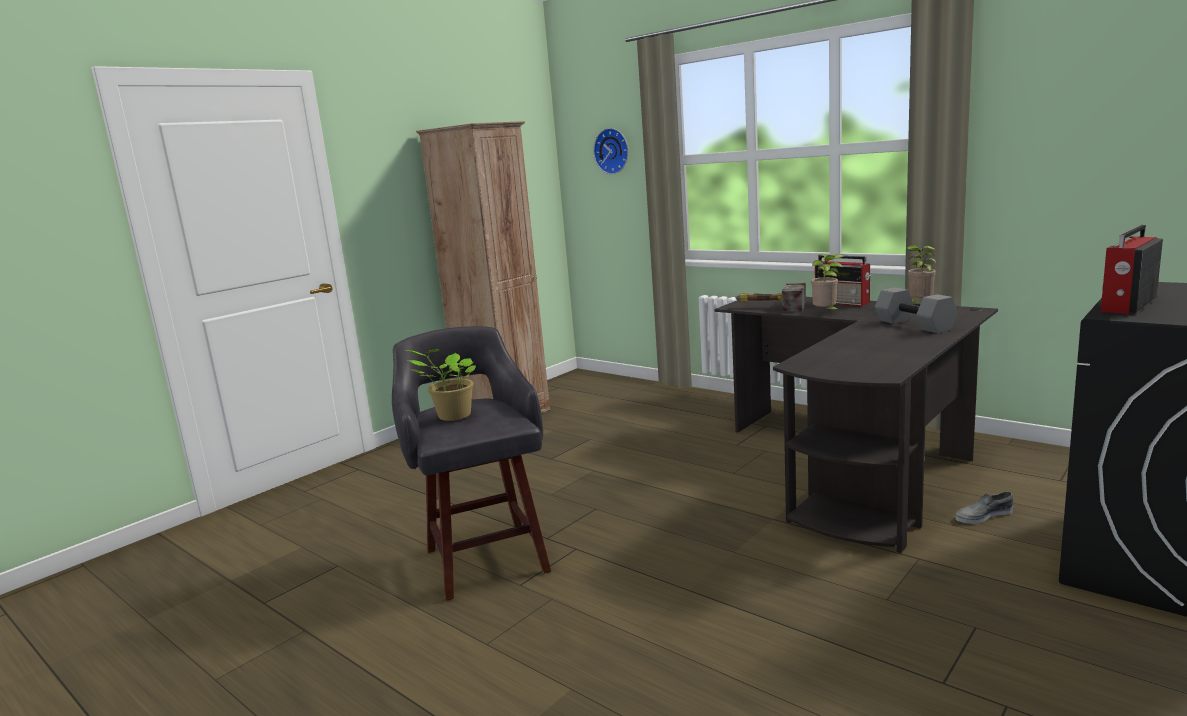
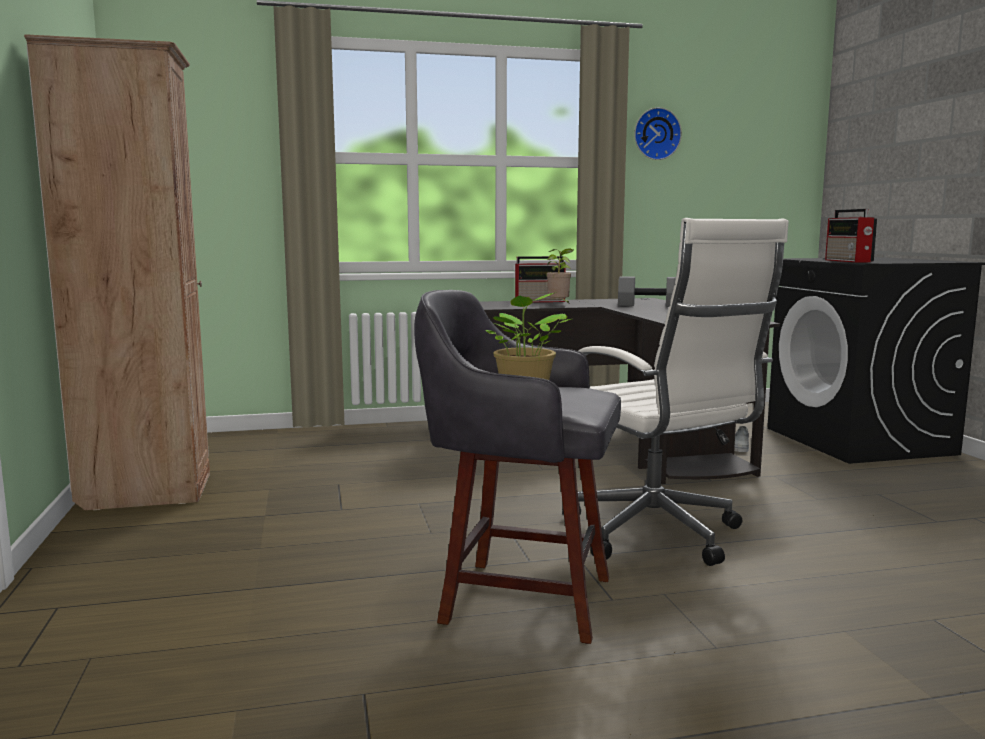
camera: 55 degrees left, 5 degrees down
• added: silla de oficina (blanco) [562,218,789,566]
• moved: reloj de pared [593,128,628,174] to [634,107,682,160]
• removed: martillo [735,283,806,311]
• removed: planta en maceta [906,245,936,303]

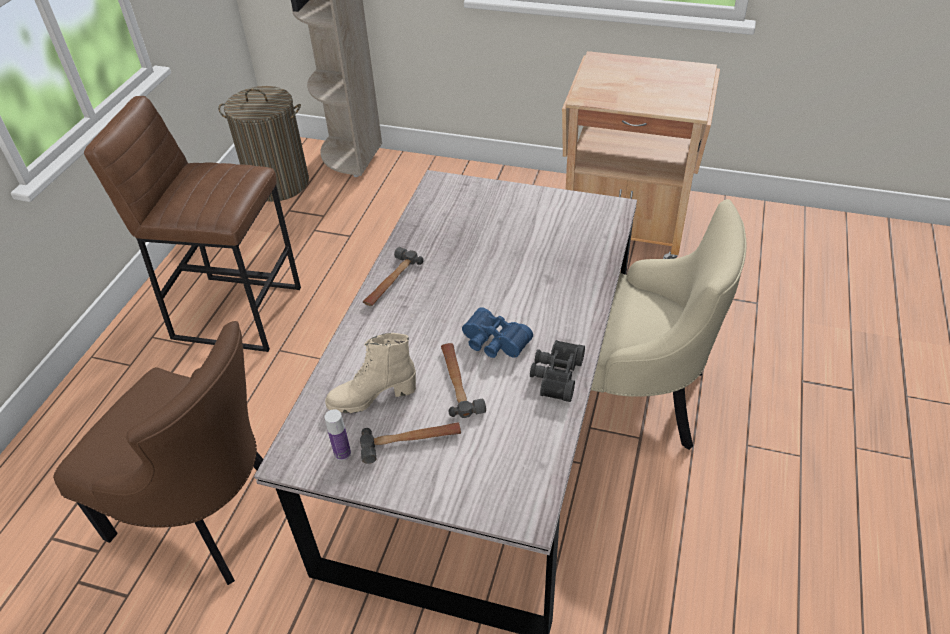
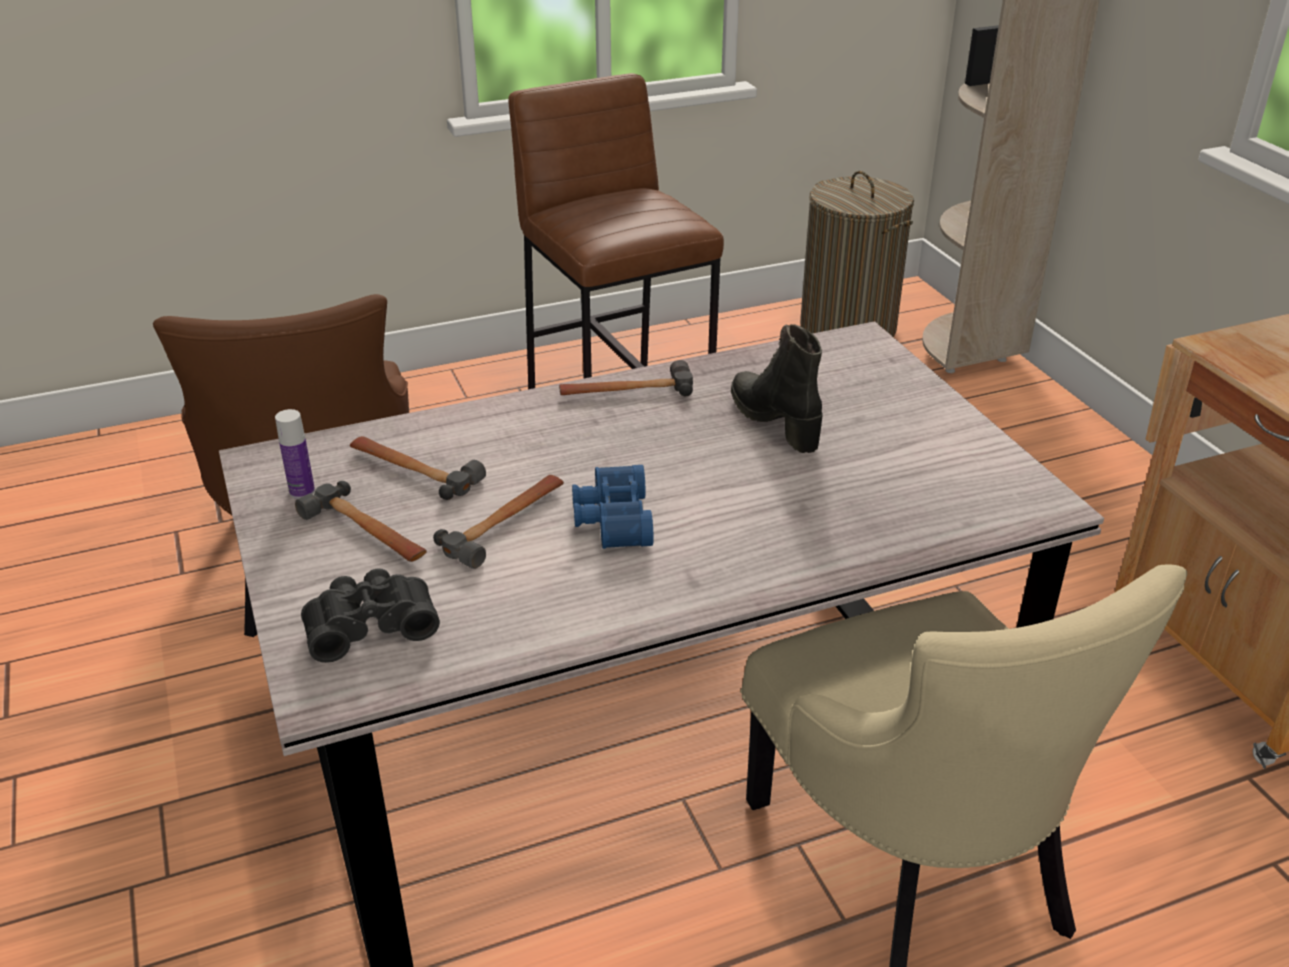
camera: 50 degrees right, 10 degrees down
• moved: prismáticos (negro) [530,340,585,402] to [301,568,440,663]
• replaced: bota (beis) [325,333,416,413] to martillo [350,436,486,500]
• added: bota (negro) [731,324,823,453]

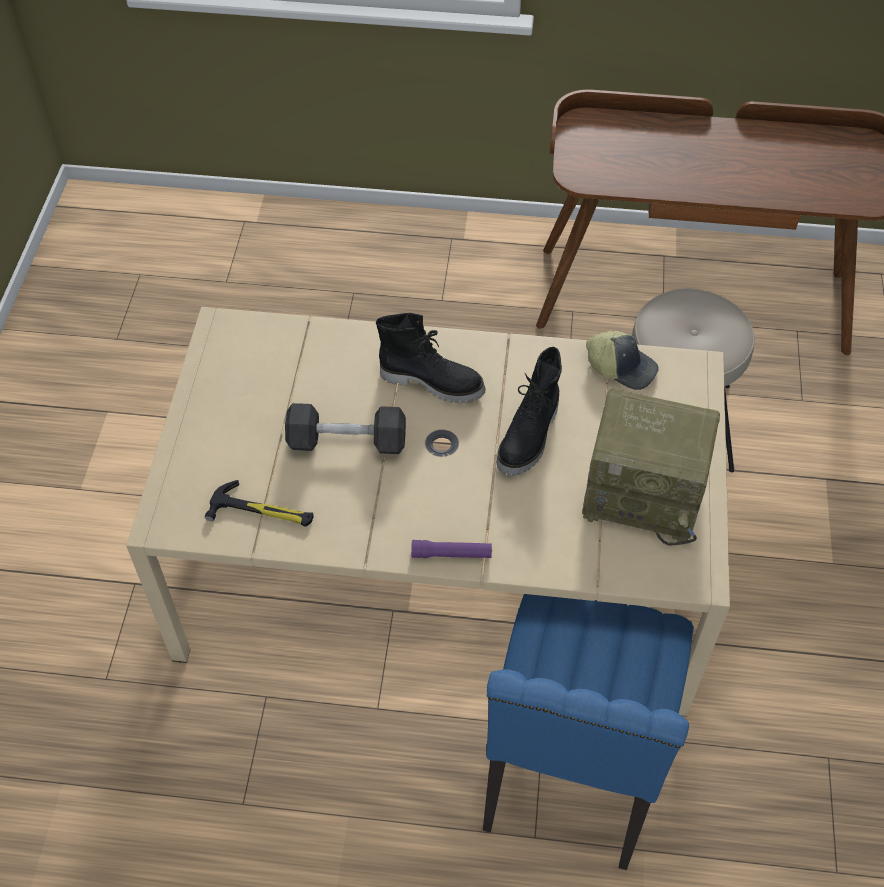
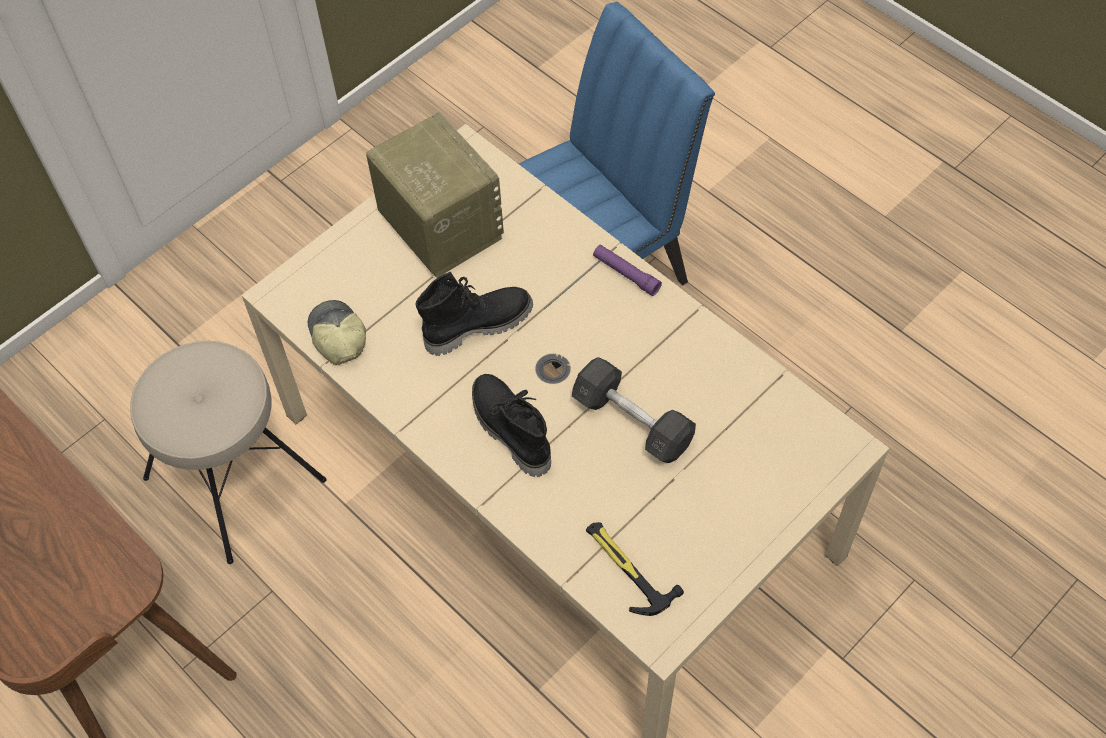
camera: 140 degrees left, 5 degrees up
• moved: martillo [205,480,314,527] to [586,522,684,616]

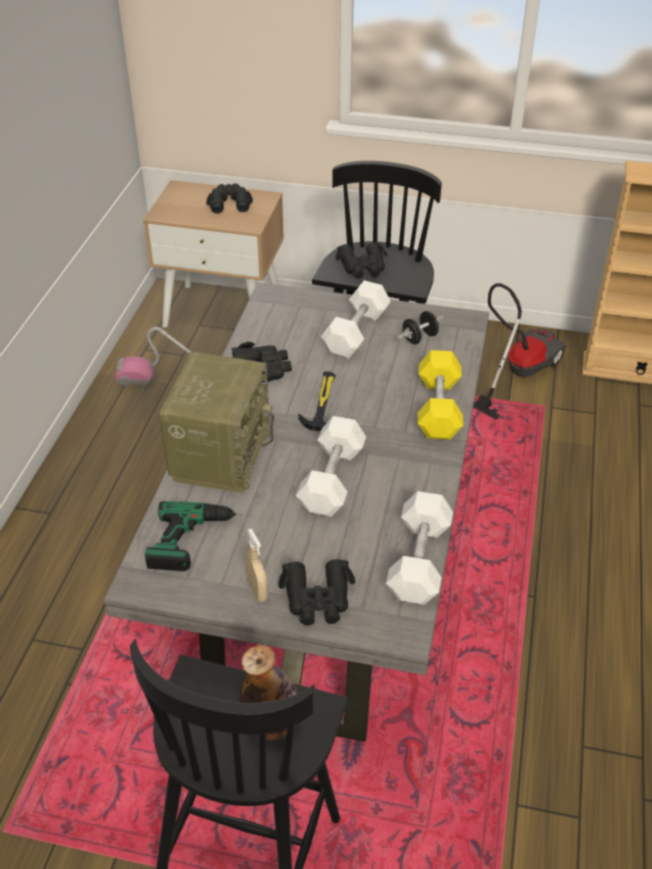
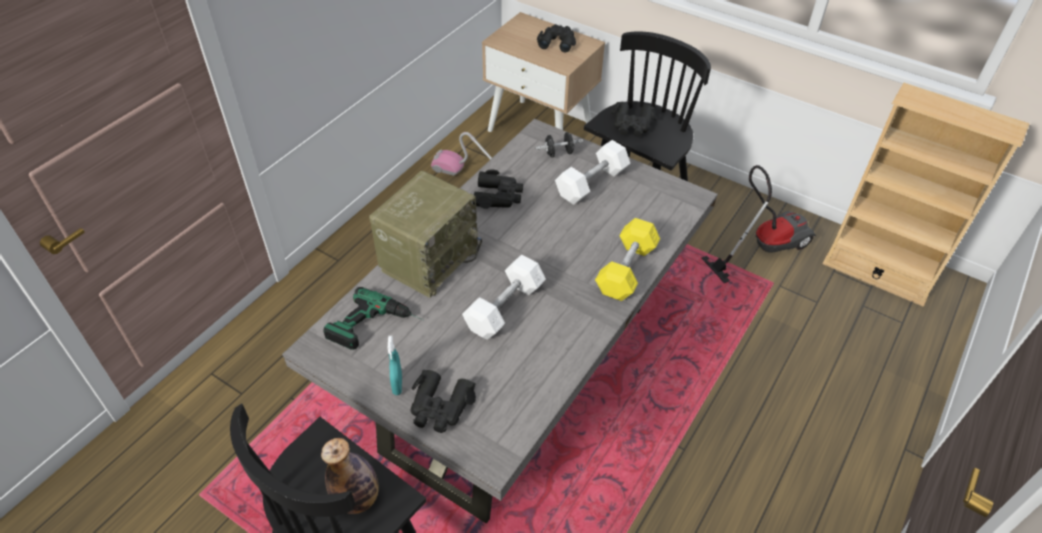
camera: 20 degrees right, 5 degrees up
• recoloured: pulverizador (beis) [245,529,268,602] to pulverizador (turquesa) [388,336,402,395]
• moved: mancuerna (negro) [397,311,443,344] to [536,132,583,157]
• removed: martillo [298,371,336,432]
• removed: mancuerna (blanco) [386,491,453,605]

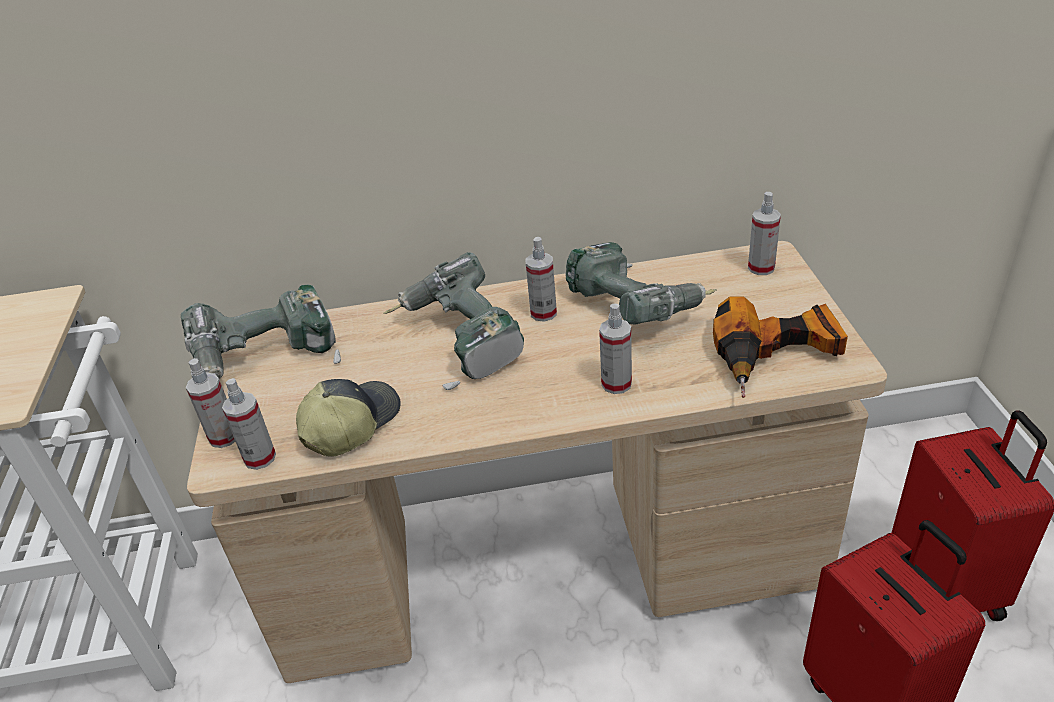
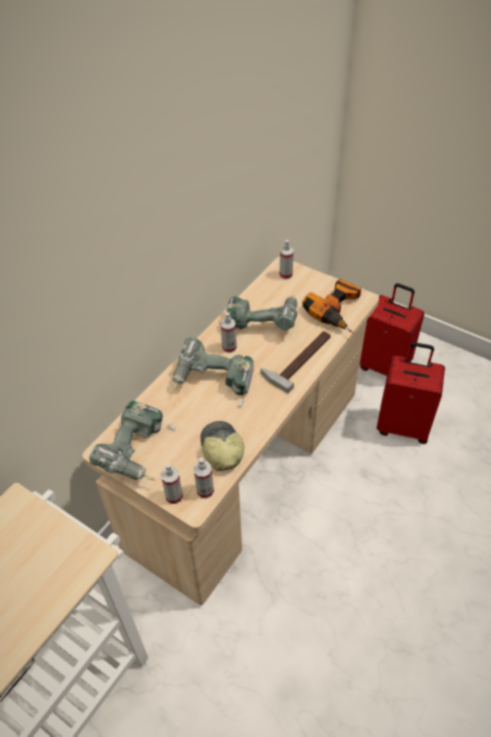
camera: 50 degrees left, 10 degrees up
• replaced: pulverizador [599,304,632,394] to martillo [261,331,331,393]

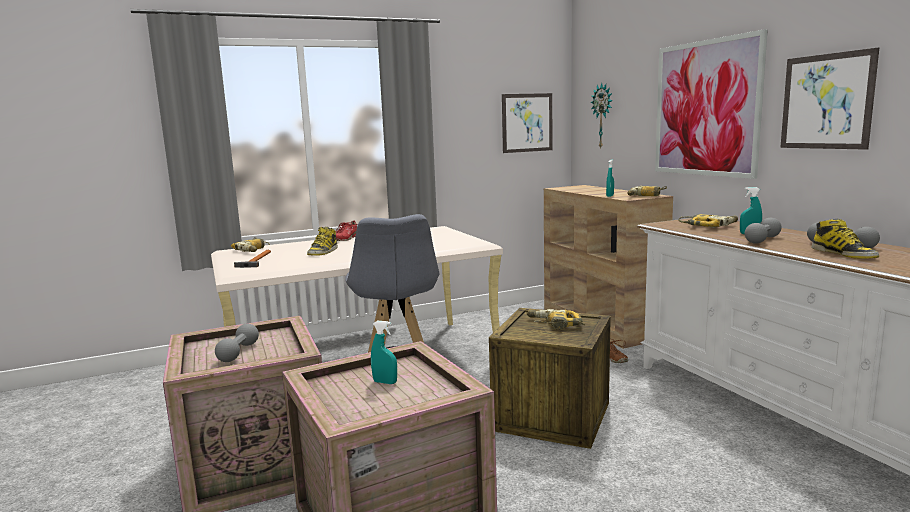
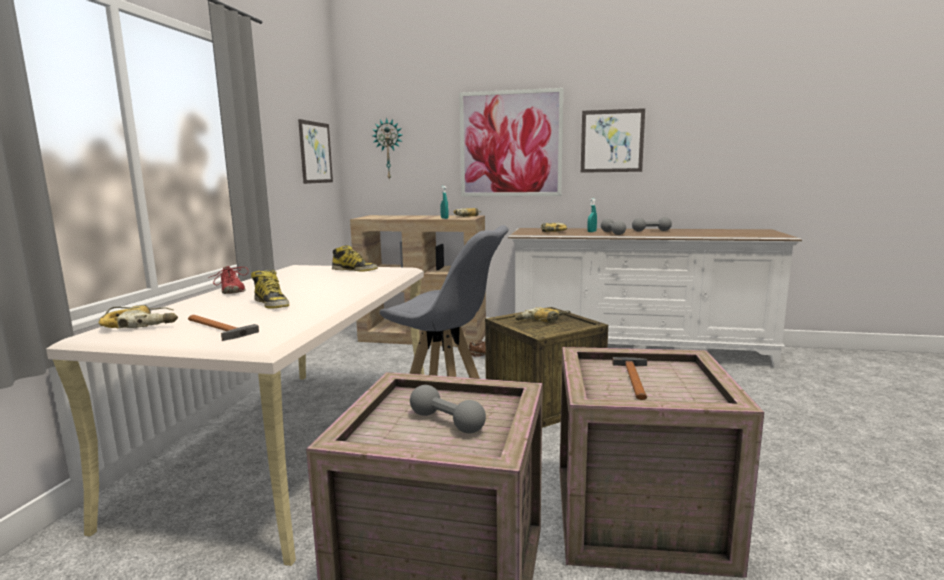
camera: 55 degrees left, 0 degrees up
• moved: bota [811,219,879,259] to [332,245,378,272]
• replaced: pulverizador (turquesa) [371,321,397,384] to martillo [612,357,647,400]

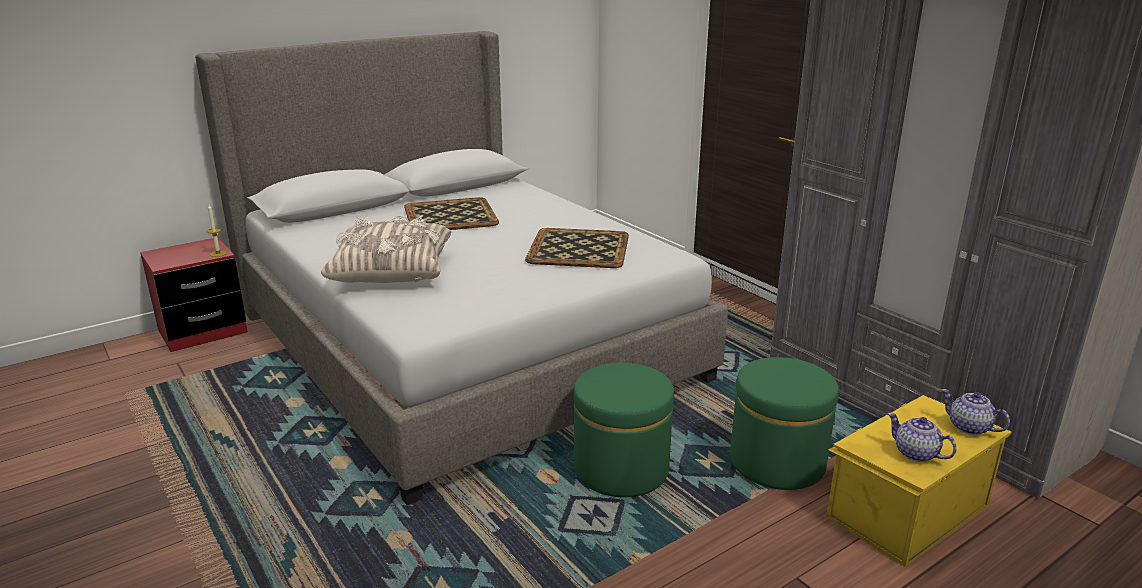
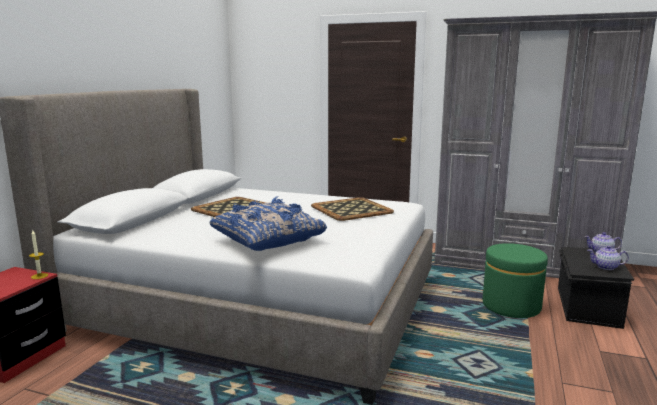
camera: 35 degrees left, 10 degrees down
• recoloured: cojín (beis) [321,215,451,283] to cojín (azul) [210,196,327,251]
• recoloured: caja de almacenaje (amarillo) [826,395,1011,567] to caja de almacenaje (negro) [558,247,634,329]
• removed: puf (verde) [573,363,674,497]

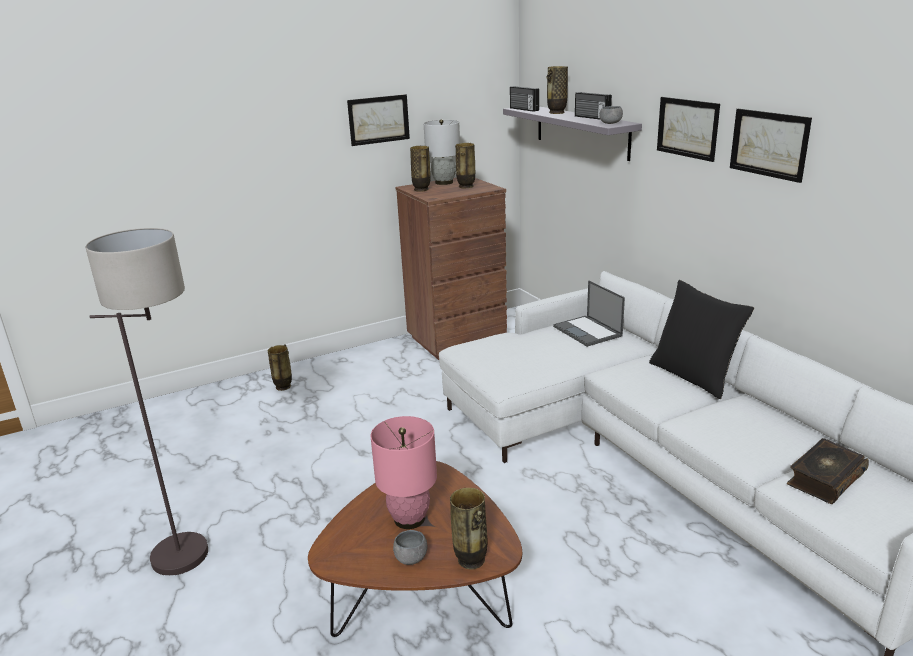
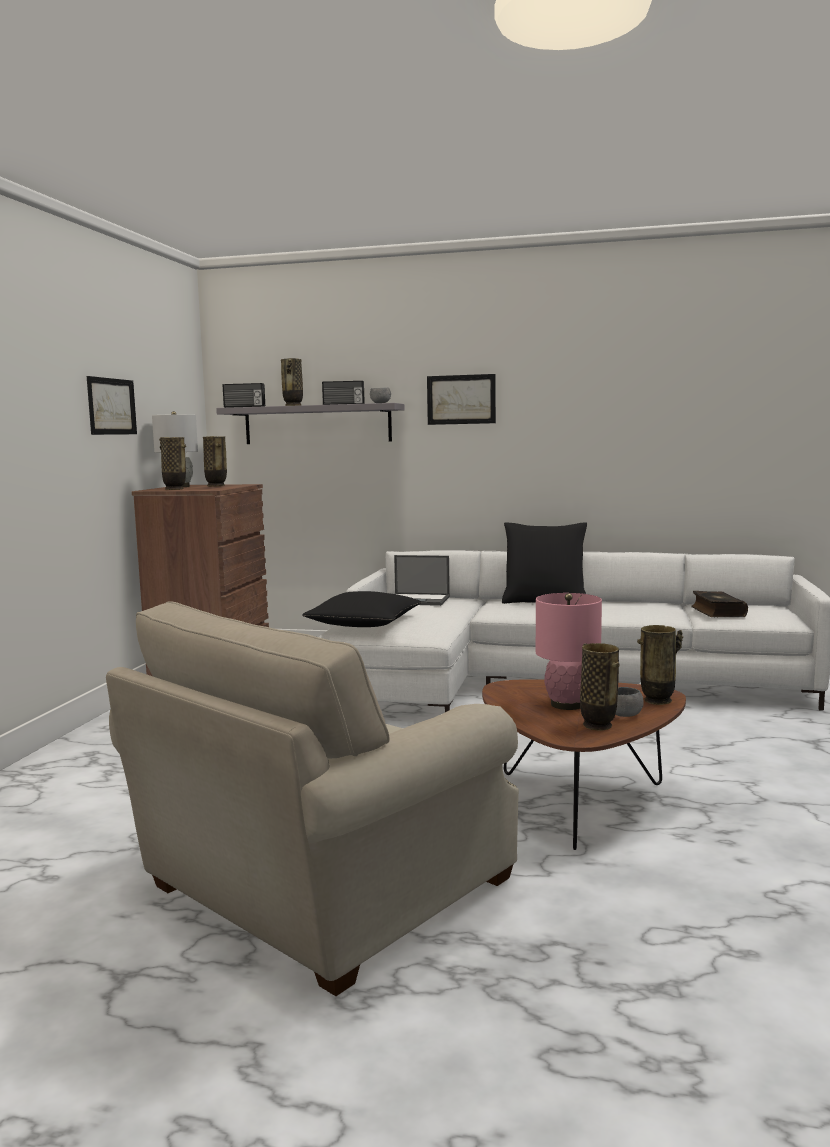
camera: 50 degrees left, 15 degrees down
• replaced: lámpara de pie (gris) [86,228,208,575] to sillón (beis) [106,601,519,996]
• added: cojín (negro) [302,591,422,627]
• moved: florero [268,344,292,391] to [580,643,619,731]
• removed: cuadro [730,109,812,183]

